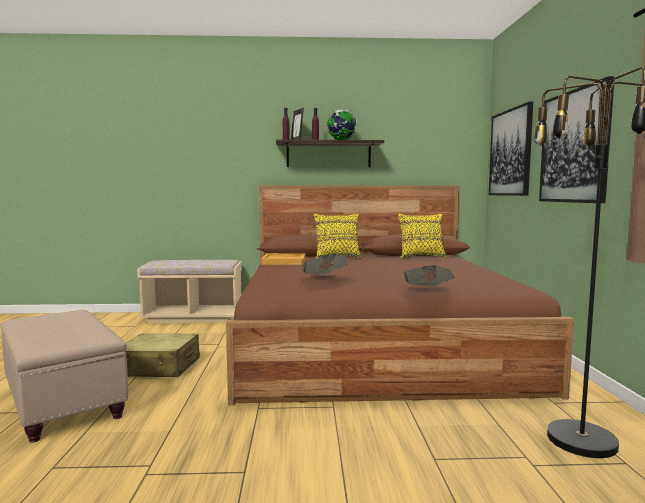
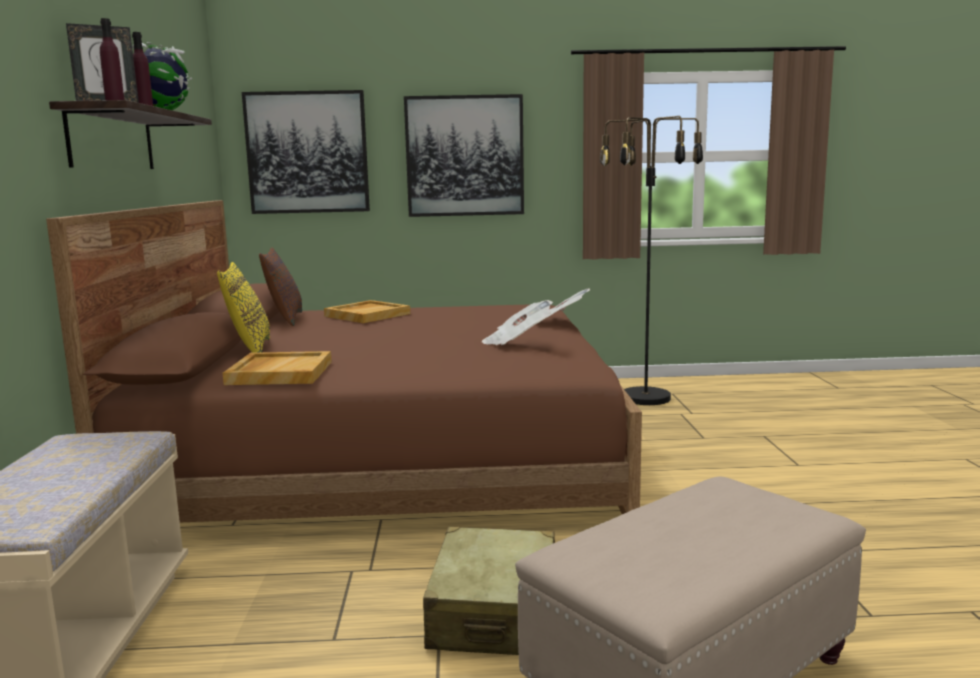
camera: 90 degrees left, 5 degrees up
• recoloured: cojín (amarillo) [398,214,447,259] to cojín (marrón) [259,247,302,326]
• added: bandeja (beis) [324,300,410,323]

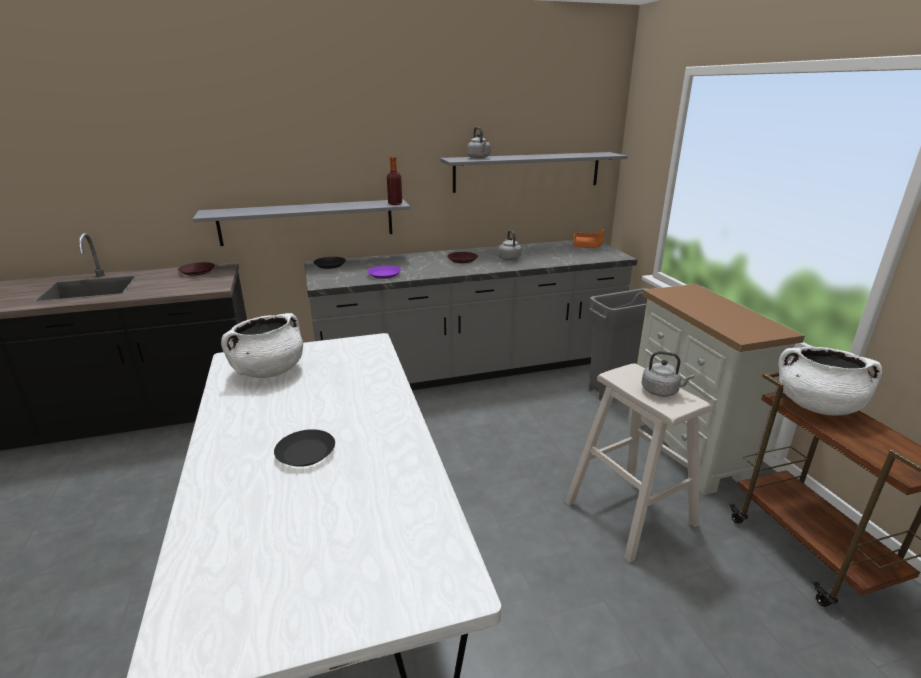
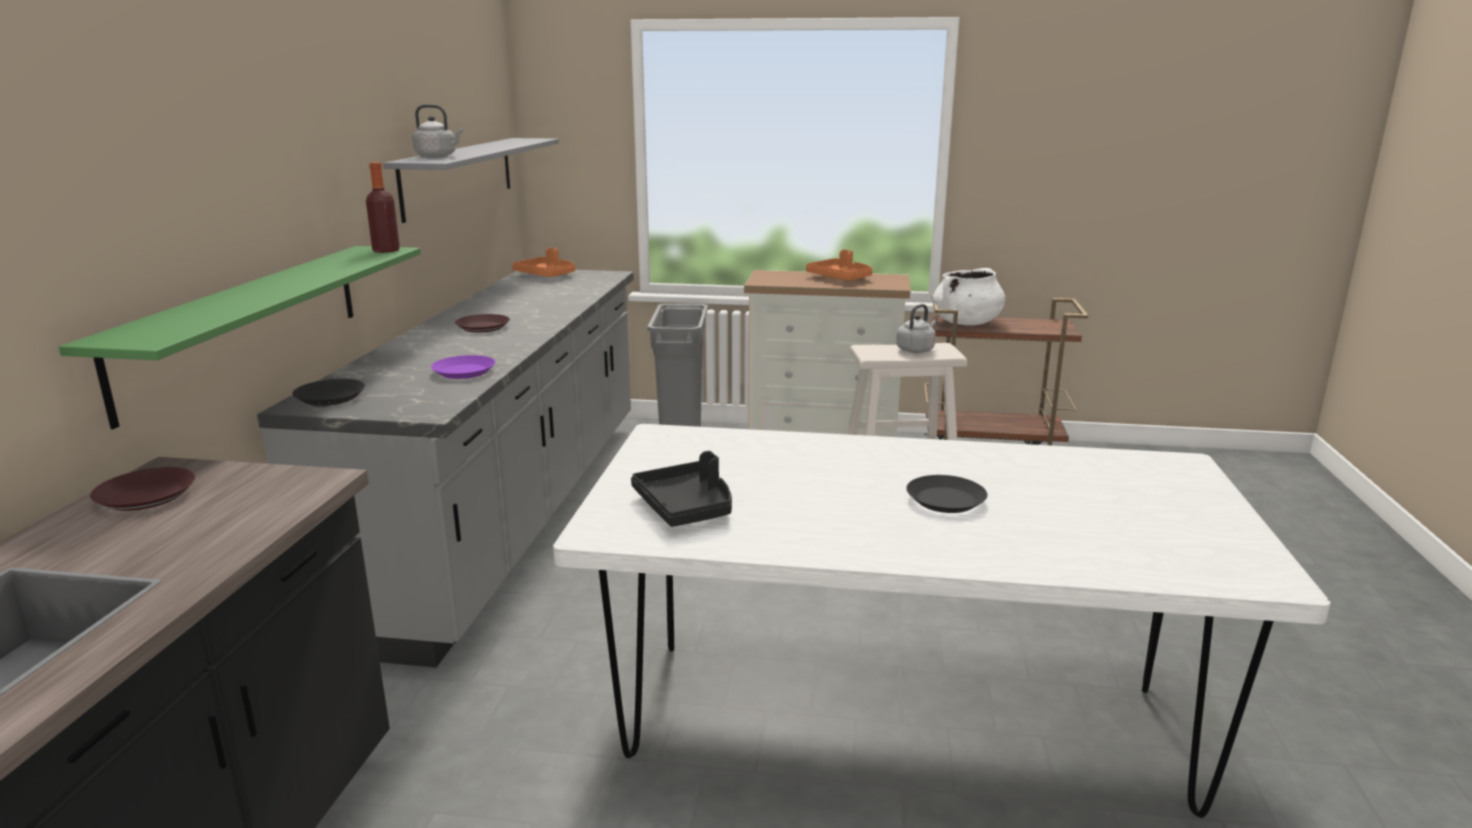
camera: 65 degrees left, 5 degrees down
• recoloured: estante (gris) [193,199,410,246] to estante (verde) [59,246,421,429]
• replaced: olla (blanco) [221,313,303,378] to bandeja (negro) [631,451,732,527]
• added: bandeja (naranja) [806,249,872,280]
• removed: hervidor (gris) [498,230,522,261]

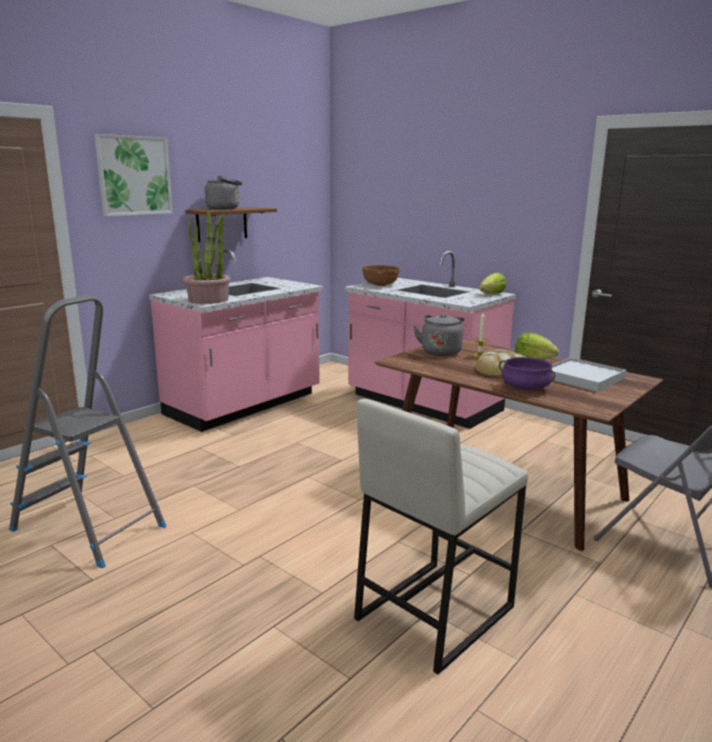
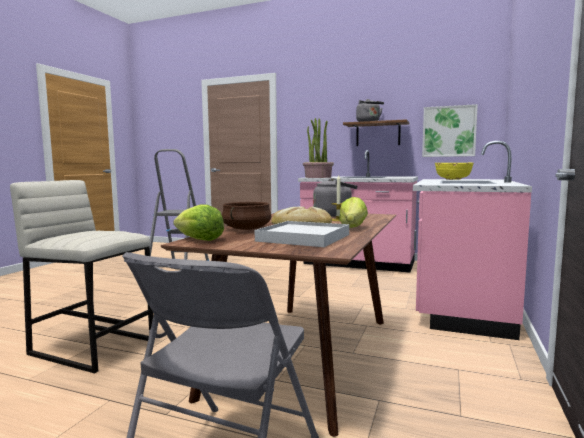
camera: 70 degrees right, 10 degrees down
• moved: lechuga [479,273,506,294] to [173,204,224,241]
• recoloured: olla (morado) [499,357,555,390] to olla (marrón) [222,202,272,230]
• moved: cuadro [94,134,173,216] to [422,104,478,157]
• recoloured: cuenco (marrón) [362,265,400,286] to cuenco (amarillo) [435,163,474,180]

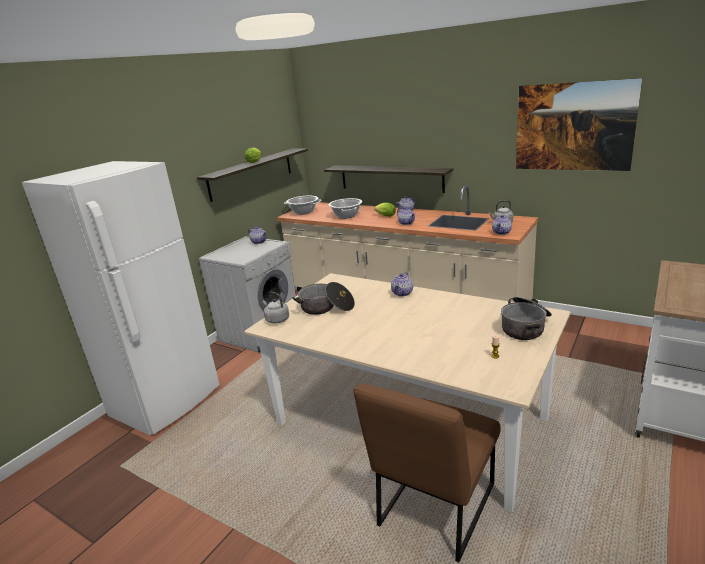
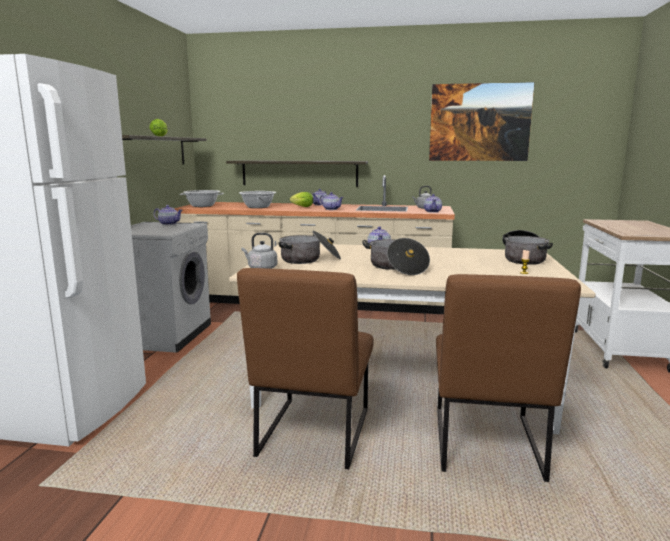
camera: 25 degrees left, 10 degrees down
• added: silla (marrón) [237,268,374,469]
• added: olla [362,238,430,275]

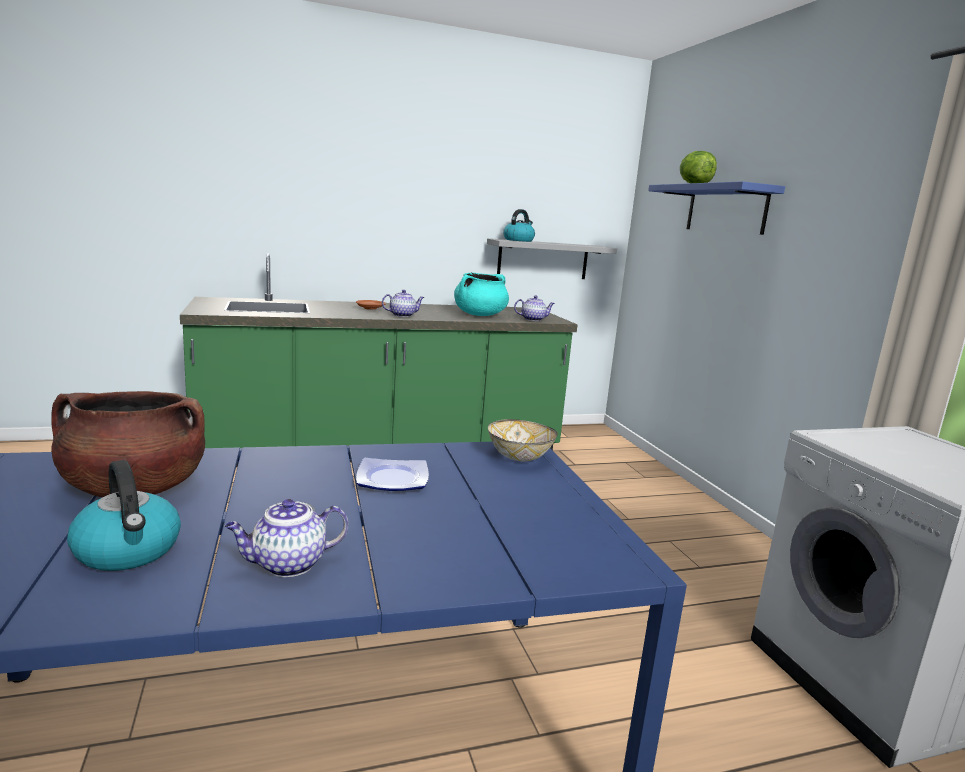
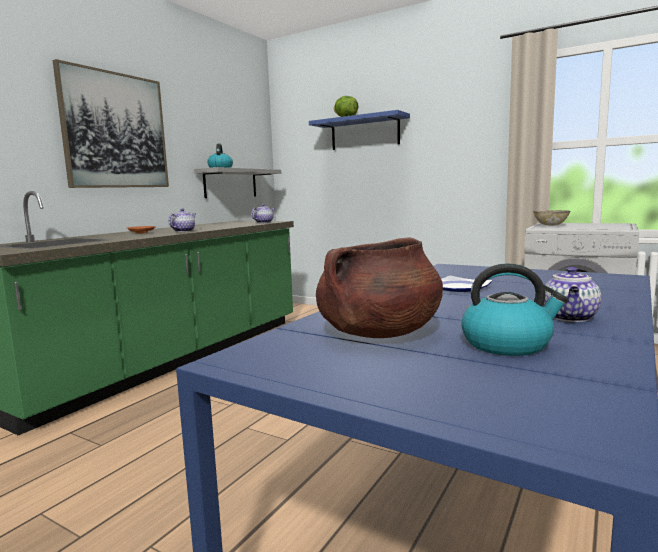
camera: 40 degrees left, 5 degrees down
• added: cuadro [52,59,169,188]
• moved: cuenco [488,419,558,461] to [533,210,570,225]
• removed: olla (turquesa) [454,272,509,316]

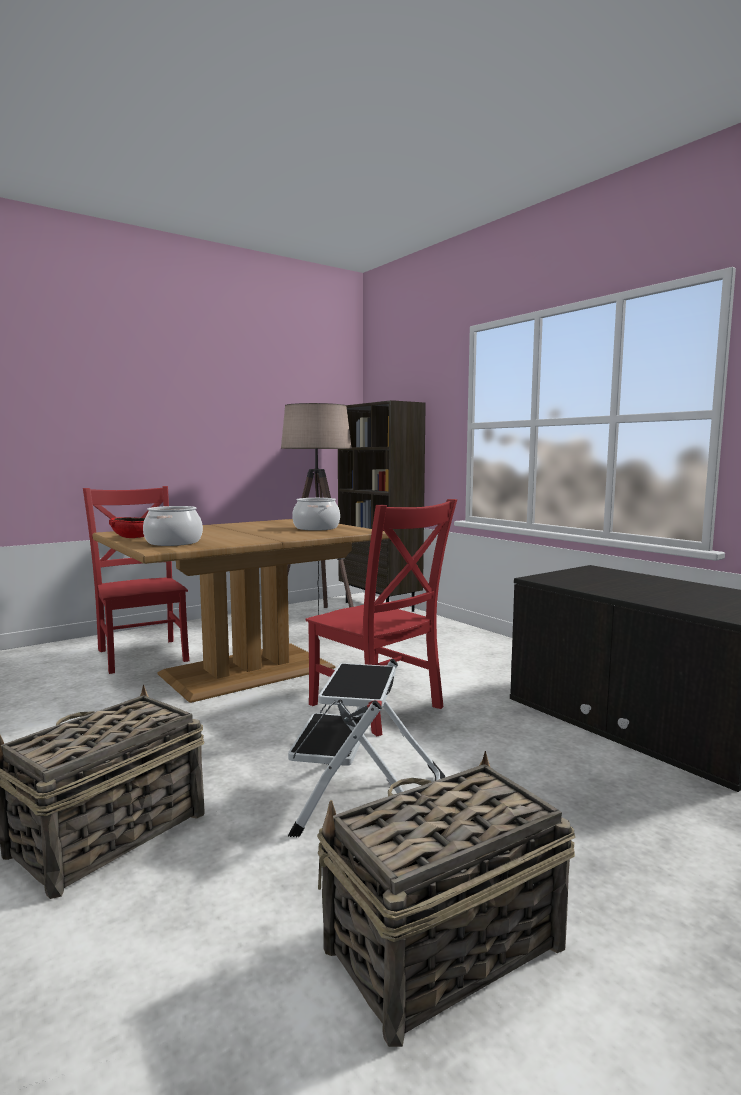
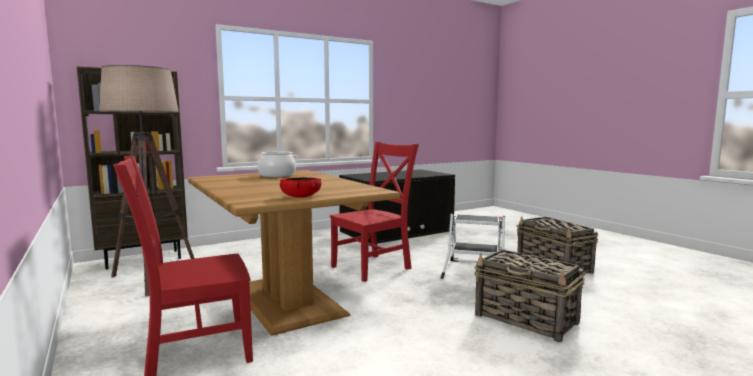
camera: 85 degrees left, 0 degrees up
• removed: olla [143,506,203,546]

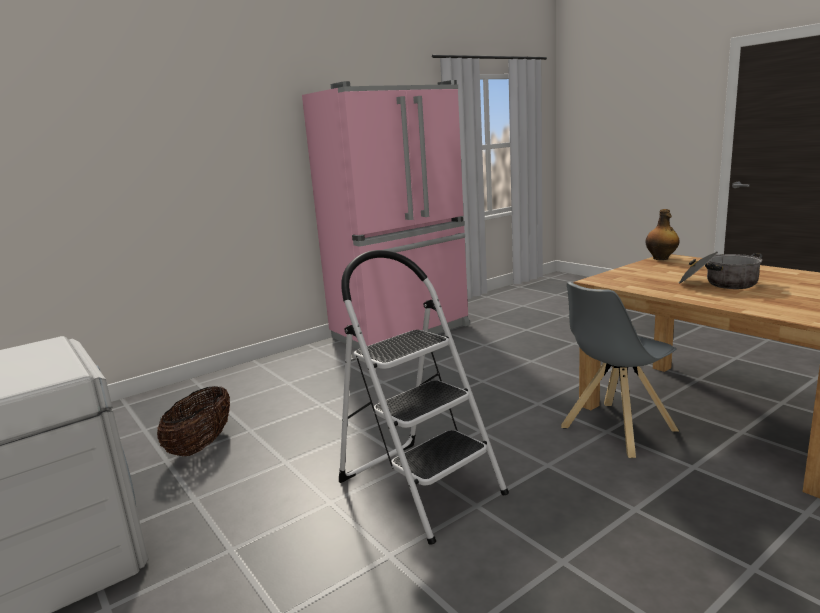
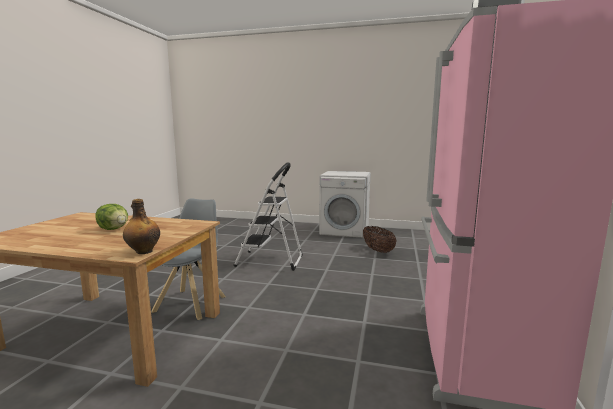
camera: 140 degrees right, 5 degrees down
• replaced: olla [679,252,762,289] to lechuga [96,204,128,230]

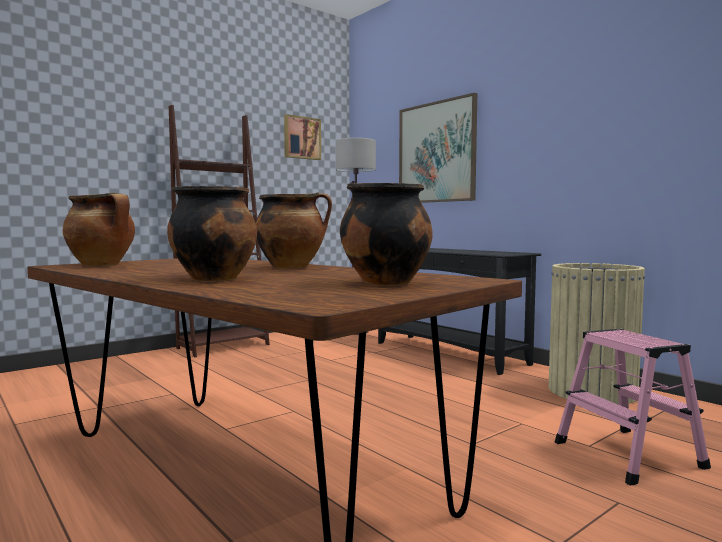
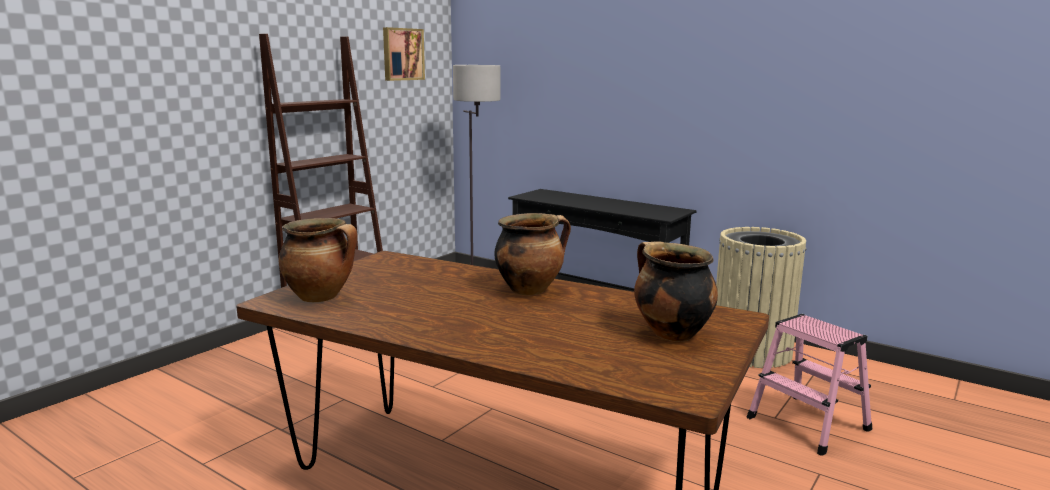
camera: 15 degrees left, 10 degrees up
• removed: olla [167,186,257,282]
• removed: cuadro [399,93,477,203]

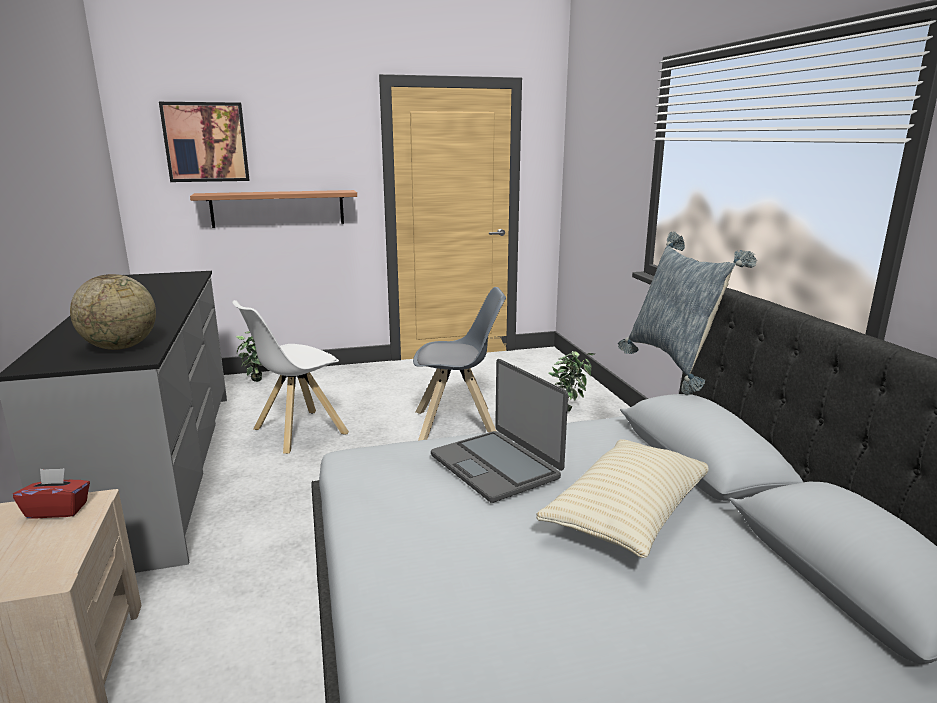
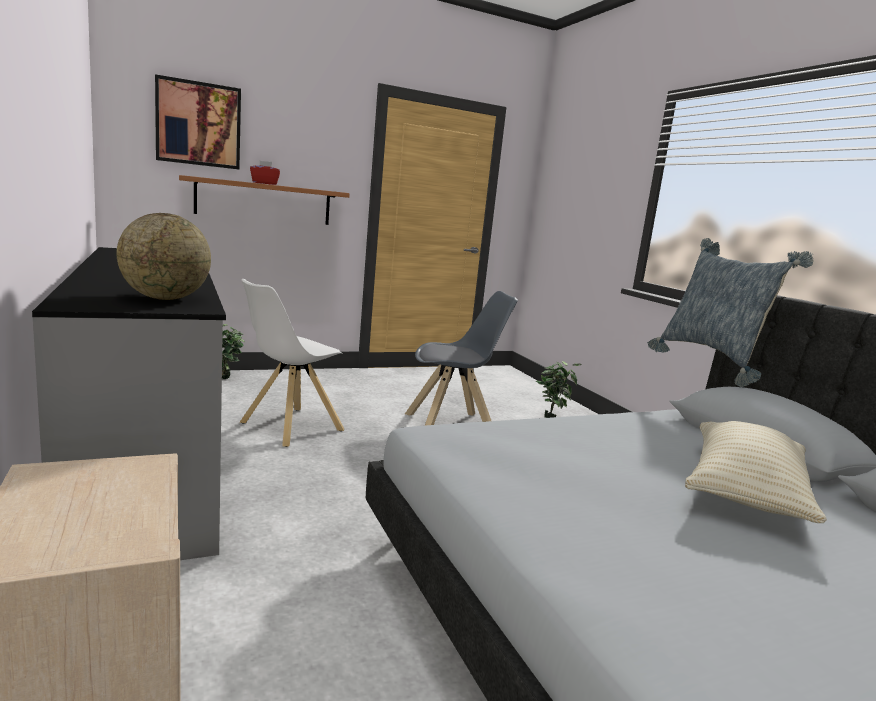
camera: 10 degrees left, 5 degrees down
• moved: caja de pañuelos (rojo) [13,468,90,519] to [250,161,280,185]
• removed: portátil [431,359,568,503]

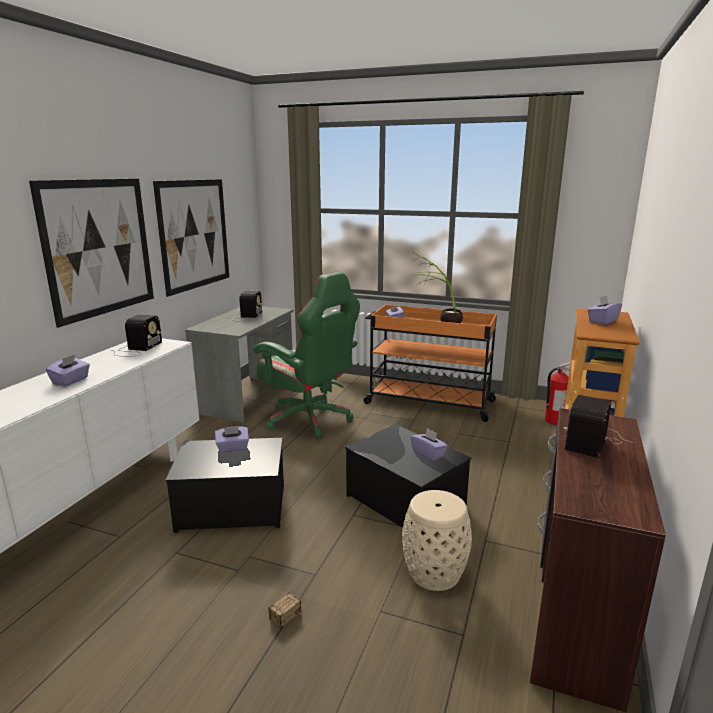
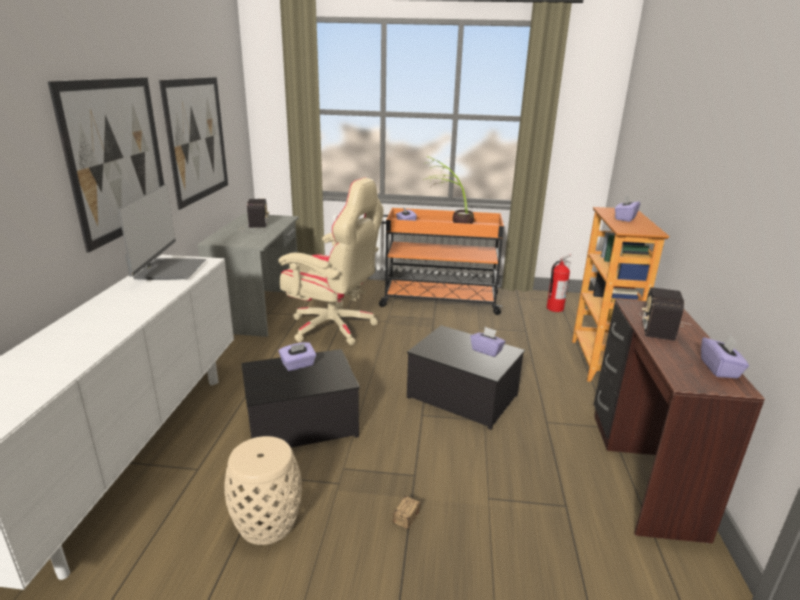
camera: 15 degrees left, 5 degrees up
• replaced: radio [110,315,162,357] to monitor [118,184,206,280]
• moved: taburete (beis) [402,490,472,591] to [224,436,302,545]
• recoloured: silla de oficina (verde) [253,271,360,438] to silla de oficina (beis) [278,177,384,345]
• moved: caja de pañuelos (morado) [46,354,90,386] to [701,335,749,378]

